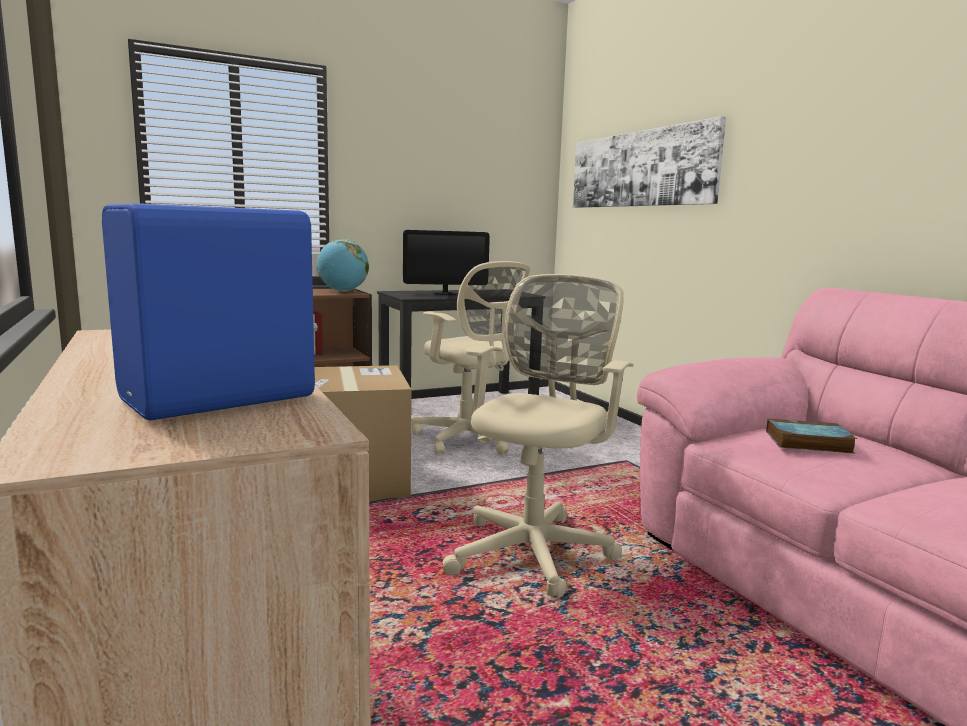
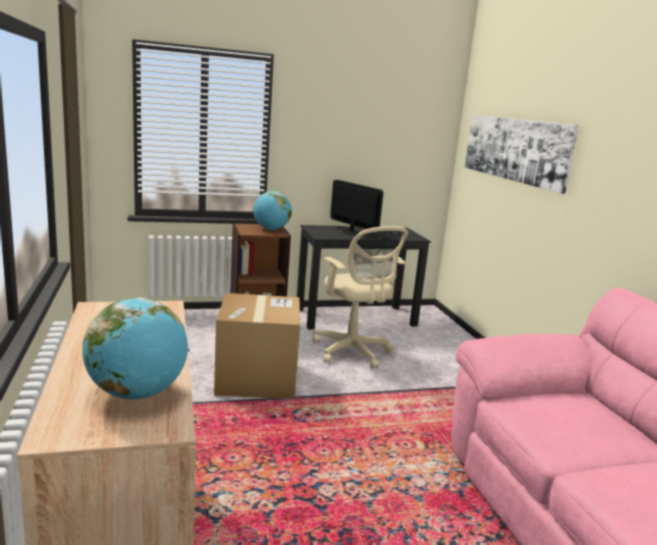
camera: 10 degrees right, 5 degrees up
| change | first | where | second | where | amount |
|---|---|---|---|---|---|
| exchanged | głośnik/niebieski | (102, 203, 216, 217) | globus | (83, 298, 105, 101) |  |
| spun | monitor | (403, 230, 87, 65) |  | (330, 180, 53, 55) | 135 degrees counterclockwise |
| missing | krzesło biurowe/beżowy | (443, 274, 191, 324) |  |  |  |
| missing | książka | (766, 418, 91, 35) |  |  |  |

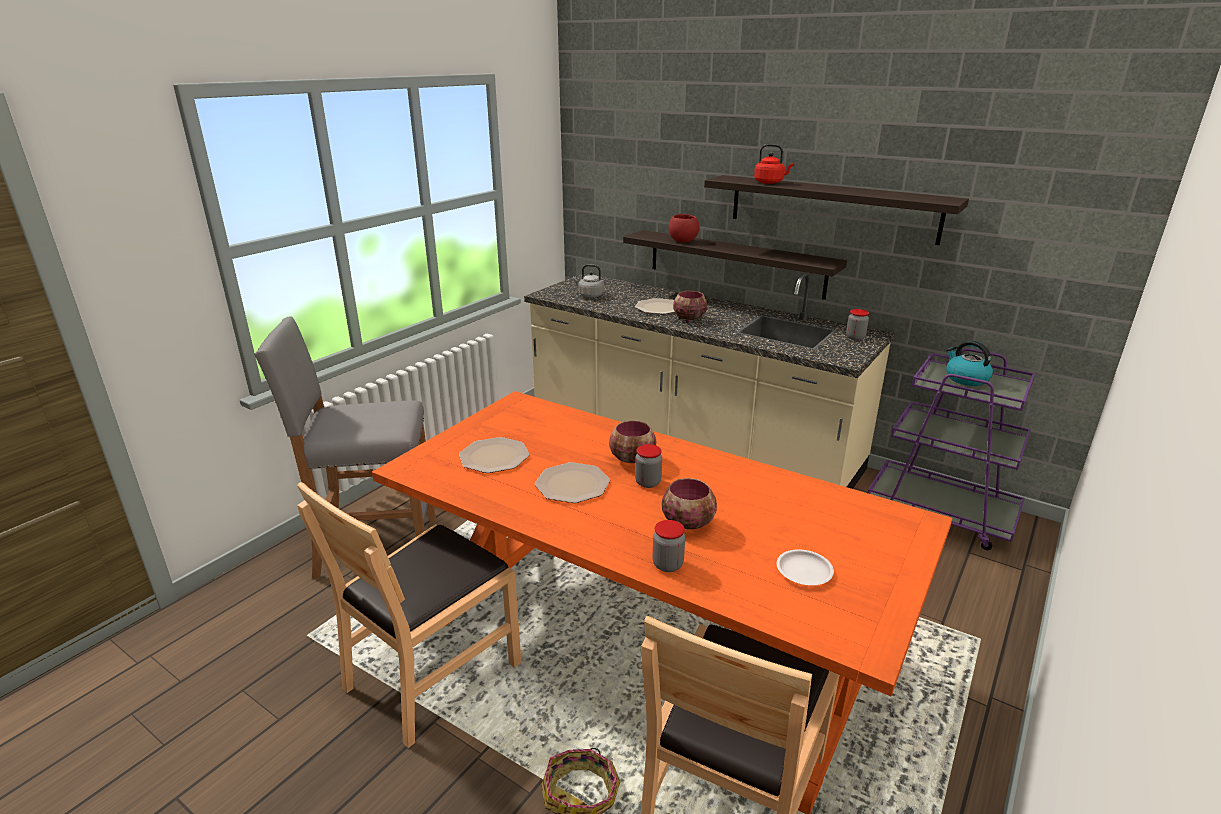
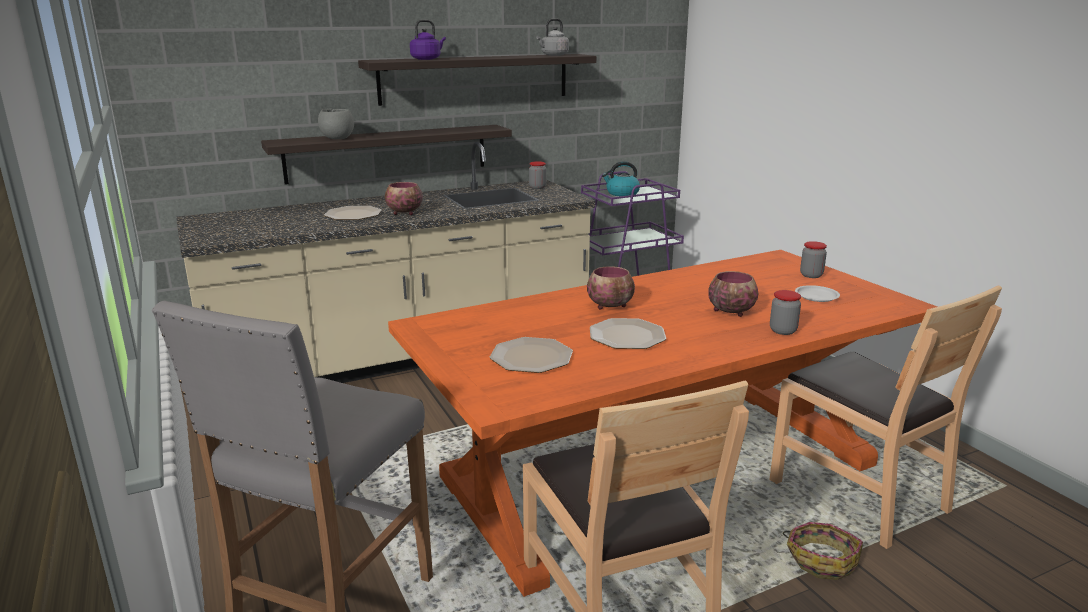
camera: 60 degrees left, 5 degrees down
| change | first | where | second | where | amount |
|---|---|---|---|---|---|
| relocated | czajnik/szary | (573, 264, 31, 34) |  | (536, 18, 33, 38) |  |
| relocated | słoik | (635, 444, 27, 44) |  | (800, 241, 27, 37) |  |
| colour | miska/czerwony | (669, 214, 30, 28) | miska/szary | (318, 109, 36, 30) |  |
| colour | czajnik/czerwony | (754, 144, 40, 40) | czajnik/fioletowy | (410, 20, 36, 40) |  |

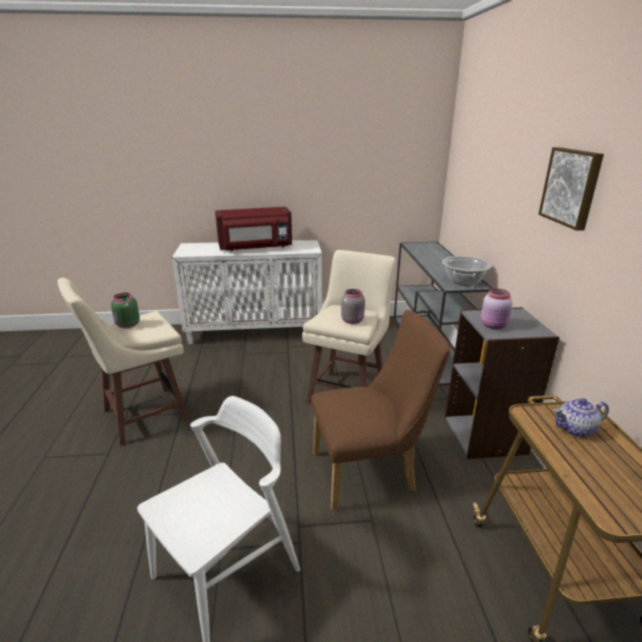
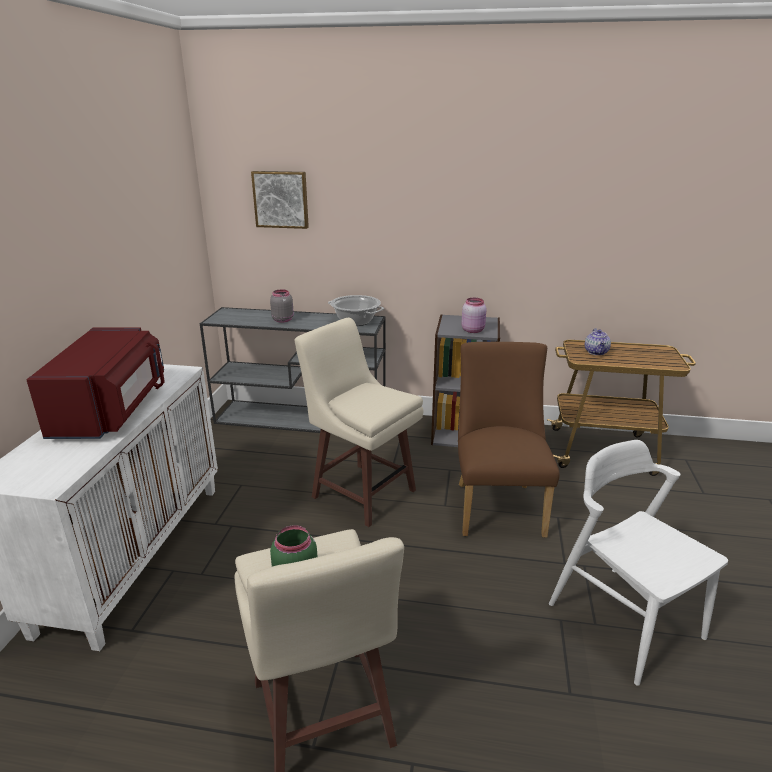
camera: 75 degrees left, 0 degrees up
| change | first | where | second | where | amount |
|---|---|---|---|---|---|
| relocated | słoik/szary | (341, 289, 24, 35) |  | (270, 289, 24, 34) |  |
| relocated | obraz | (538, 147, 66, 84) |  | (251, 171, 58, 58) |  |

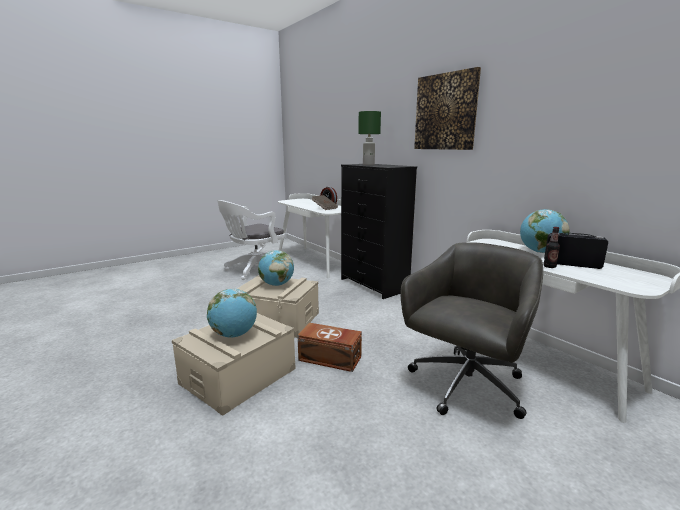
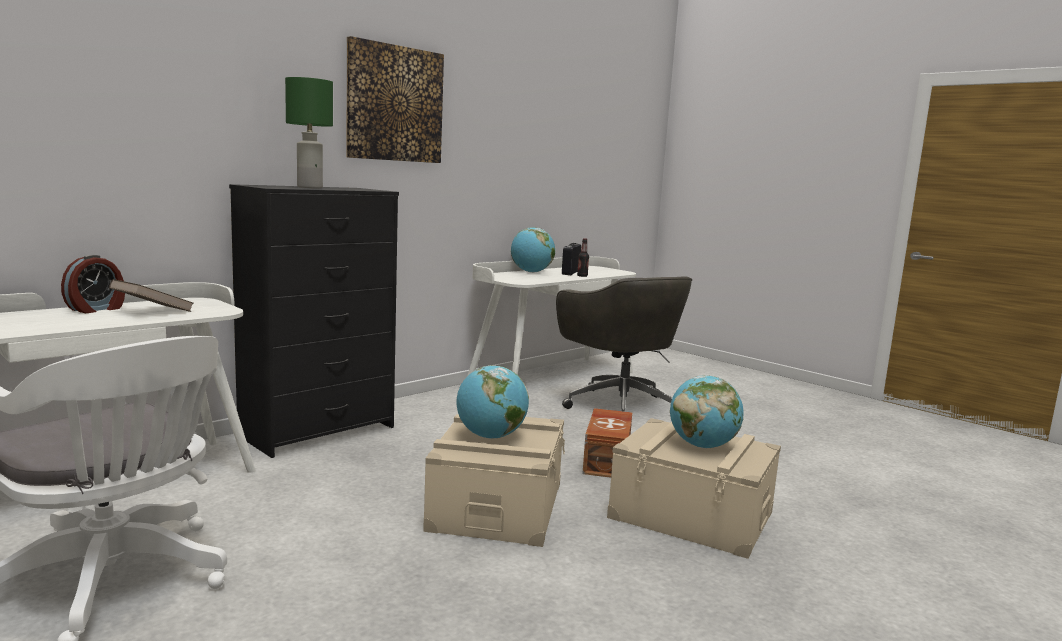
camera: 100 degrees left, 5 degrees down
| change | first | where | second | where | amount |
|---|---|---|---|---|---|
| spun | krzesło biurowe/szary | (400, 242, 143, 177) |  | (556, 276, 136, 136) | 150 degrees counterclockwise |

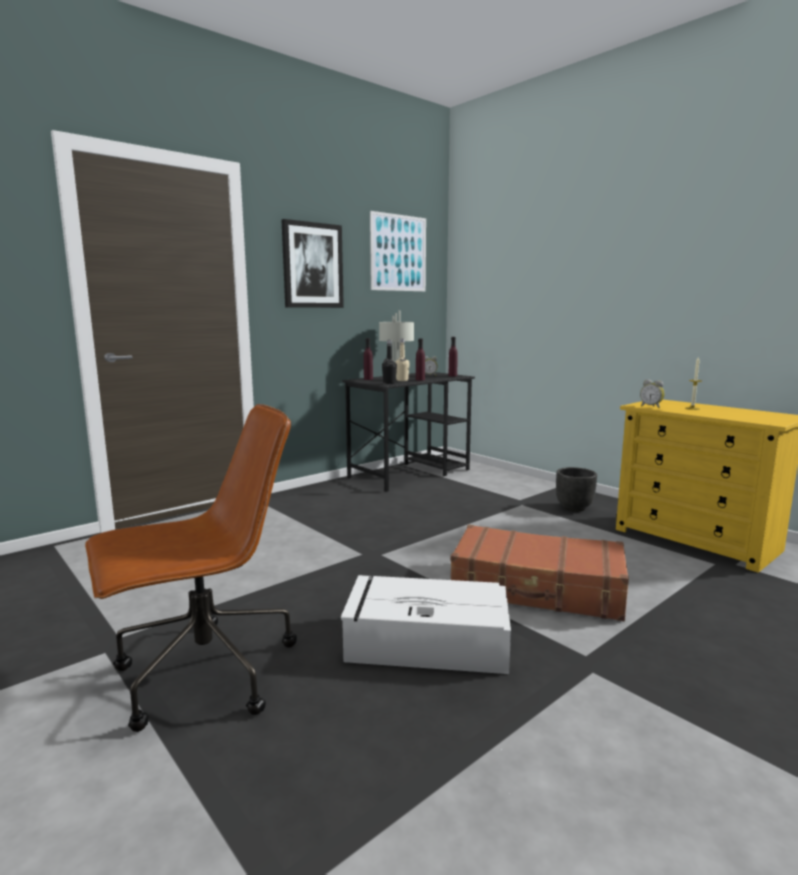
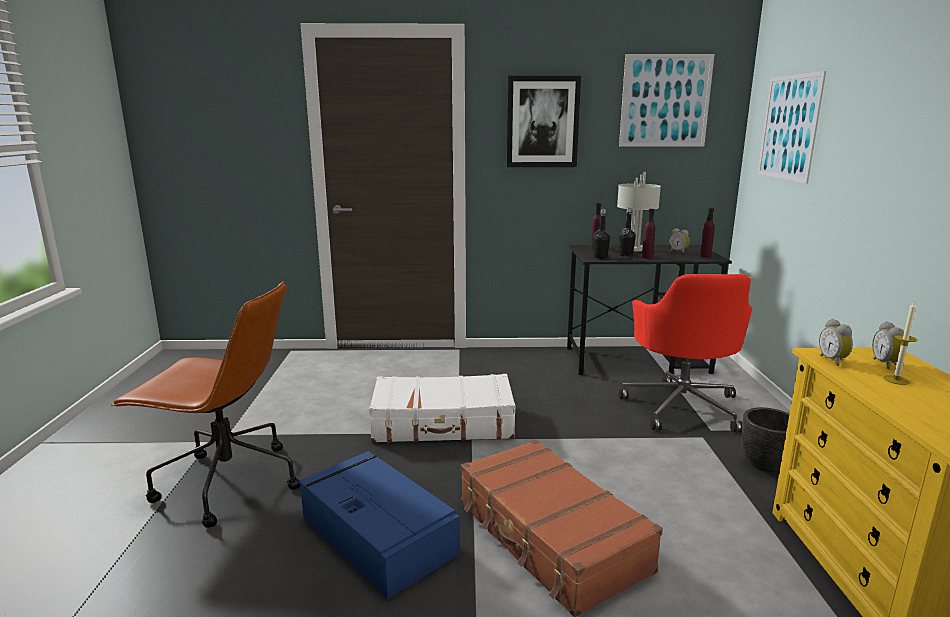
camera: 40 degrees right, 5 degrees up
| change | first | where | second | where | amount |
|---|---|---|---|---|---|
| colour | pojemnik do przechowywania/biały | (341, 575, 170, 99) | pojemnik do przechowywania/niebieski | (299, 451, 161, 148) |  |
| colour | butelka/beżowy | (396, 339, 14, 42) | butelka/czarny | (619, 207, 17, 50) |  |
| appeared |  |  | walizka/biały | (369, 374, 147, 69) |  |
| appeared |  |  | krzesło biurowe/czerwony | (619, 274, 133, 158) |  |
| appeared |  |  | obraz | (758, 71, 68, 113) |  |
| appeared |  |  | budzik | (872, 321, 32, 48) |  |

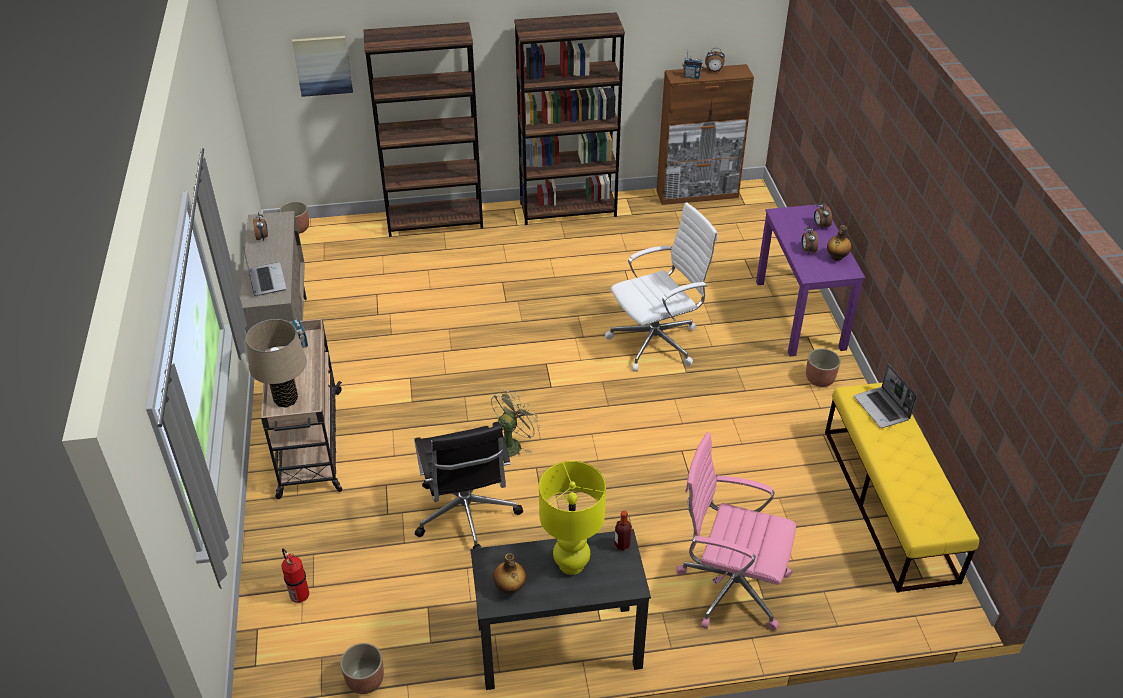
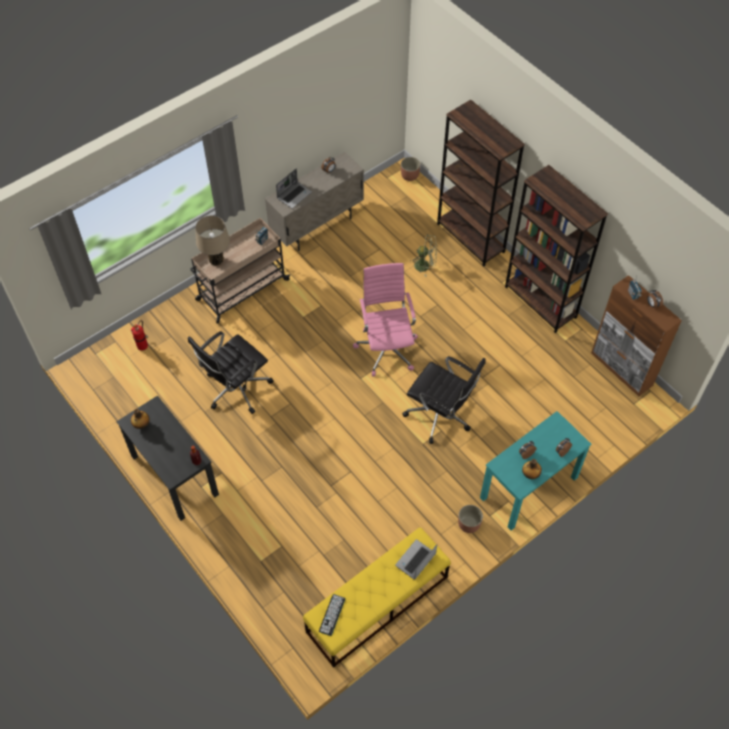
camera: 60 degrees right, 15 degrees up
| change | first | where | second | where | amount |
|---|---|---|---|---|---|
| missing | obraz | (292, 36, 61, 61) |  |  |  |
| missing | donica | (340, 643, 44, 51) |  |  |  |
| relocated | wentylator/zielony | (491, 389, 49, 68) |  | (410, 234, 27, 43) |  |
| missing | lampa stołowa/żółty | (539, 461, 67, 114) |  |  |  |
| colour | krzesło biurowe/biały | (605, 202, 113, 170) | krzesło biurowe/czarny | (402, 356, 84, 88) |  |
| relocated | krzesło biurowe/różowy | (676, 432, 120, 199) |  | (353, 263, 65, 114) |  |
| colour | biurko/fioletowy | (756, 204, 109, 152) | biurko/turkusowy | (480, 411, 112, 119) |  |
| appeared |  |  | klawiatura | (319, 594, 26, 42) |  |

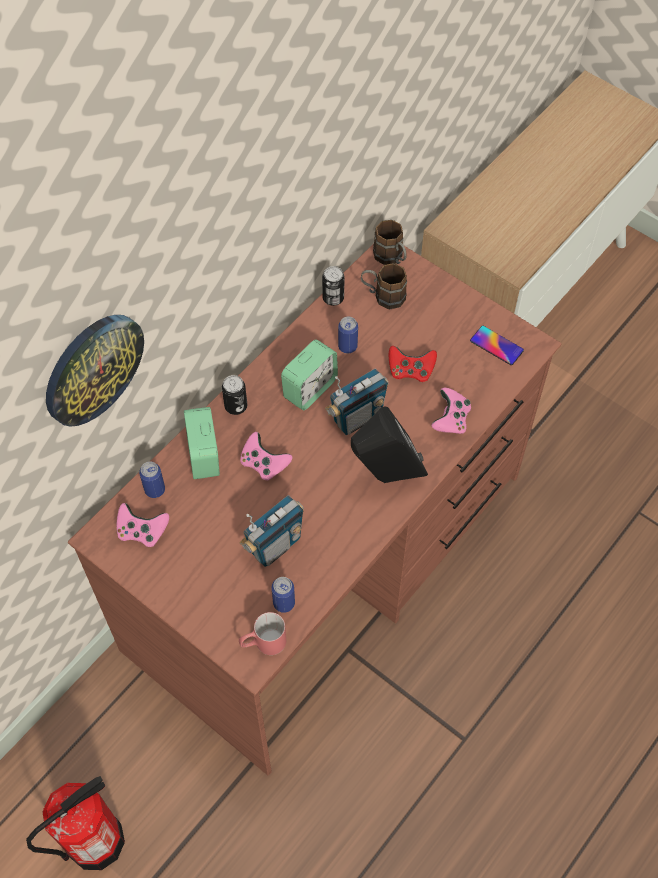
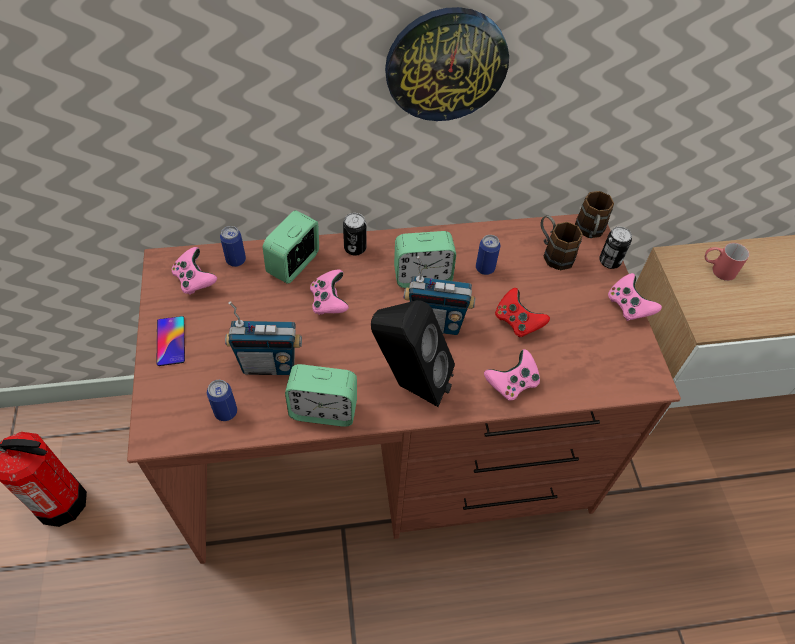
camera: 40 degrees right, 5 degrees down
| change | first | where | second | where | amount |
|---|---|---|---|---|---|
| relocated | zegar ścienny | (46, 315, 98, 112) |  | (385, 7, 124, 114) |  |
| relocated | kubek/czerwony | (239, 612, 47, 43) |  | (705, 243, 44, 38) |  |
| relocated | puszka | (322, 266, 23, 40) |  | (599, 227, 33, 42) |  |
| relocated | telefon | (470, 326, 54, 39) |  | (156, 316, 29, 50) |  |
| appeared |  |  | budzik | (285, 364, 72, 63) |  |
| appeared |  |  | pad do gier/różowy | (608, 273, 54, 48) |  |

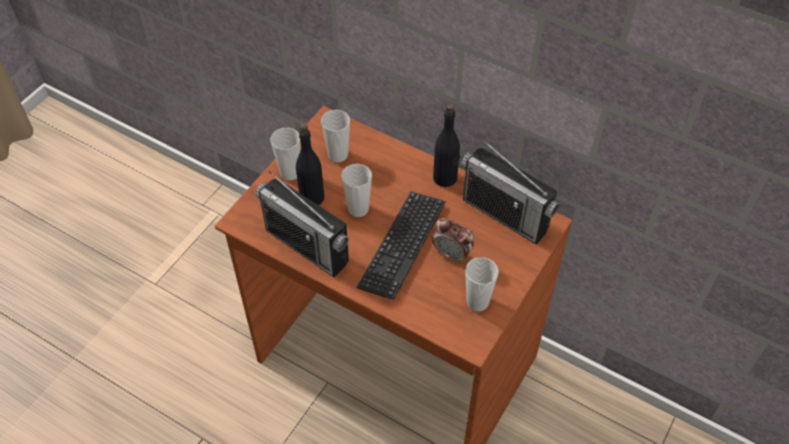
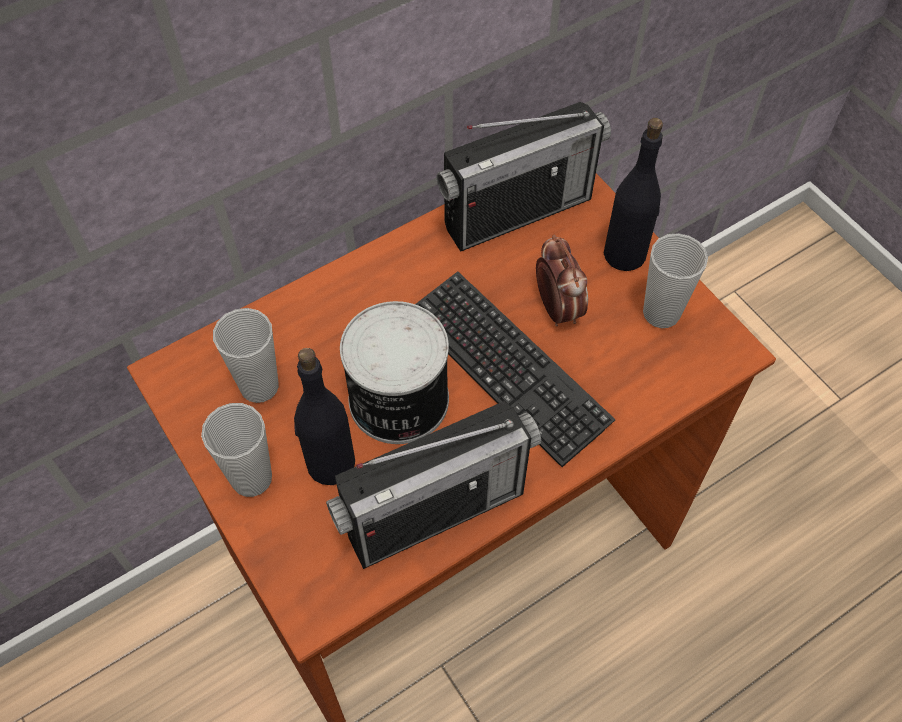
camera: 65 degrees left, 5 degrees up
| change | first | where | second | where | amount |
|---|---|---|---|---|---|
| exchanged | filiżanka | (341, 164, 31, 53) | puszka | (340, 301, 109, 143) |  |
| spun | budzik | (432, 218, 42, 45) |  | (536, 234, 52, 92) | 75 degrees counterclockwise |
| relocated | butelka/czarny | (433, 103, 27, 84) |  | (603, 118, 60, 153) |  |

